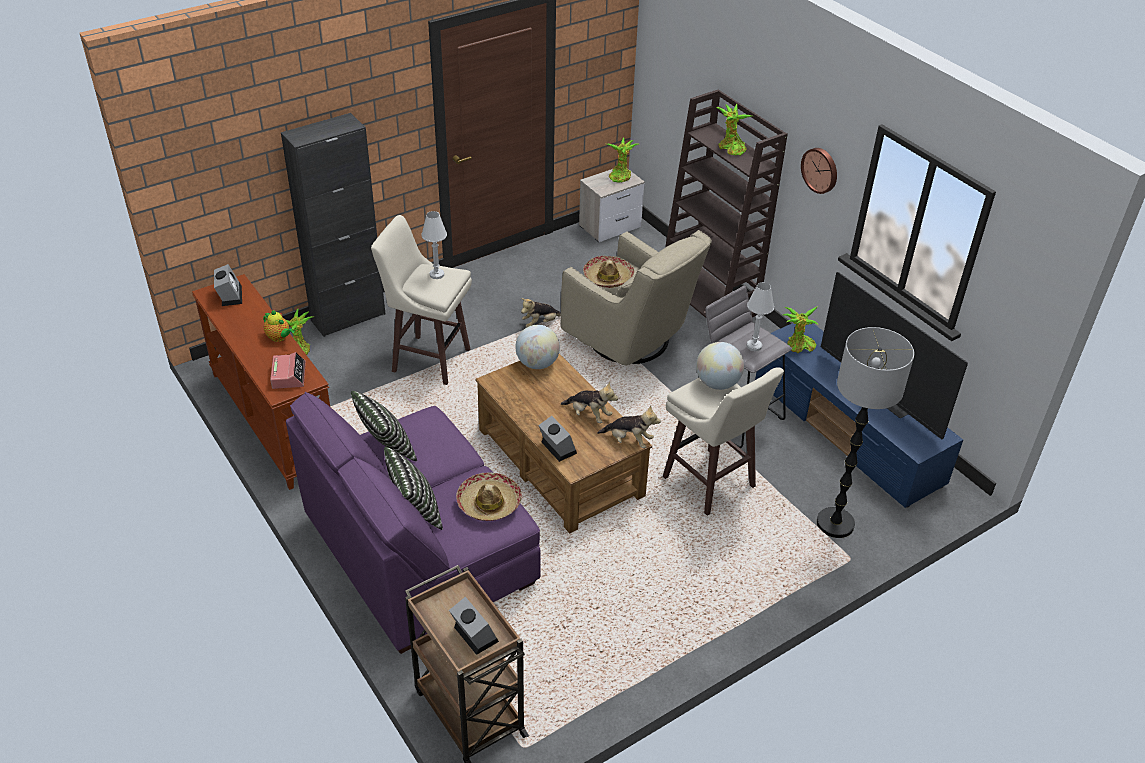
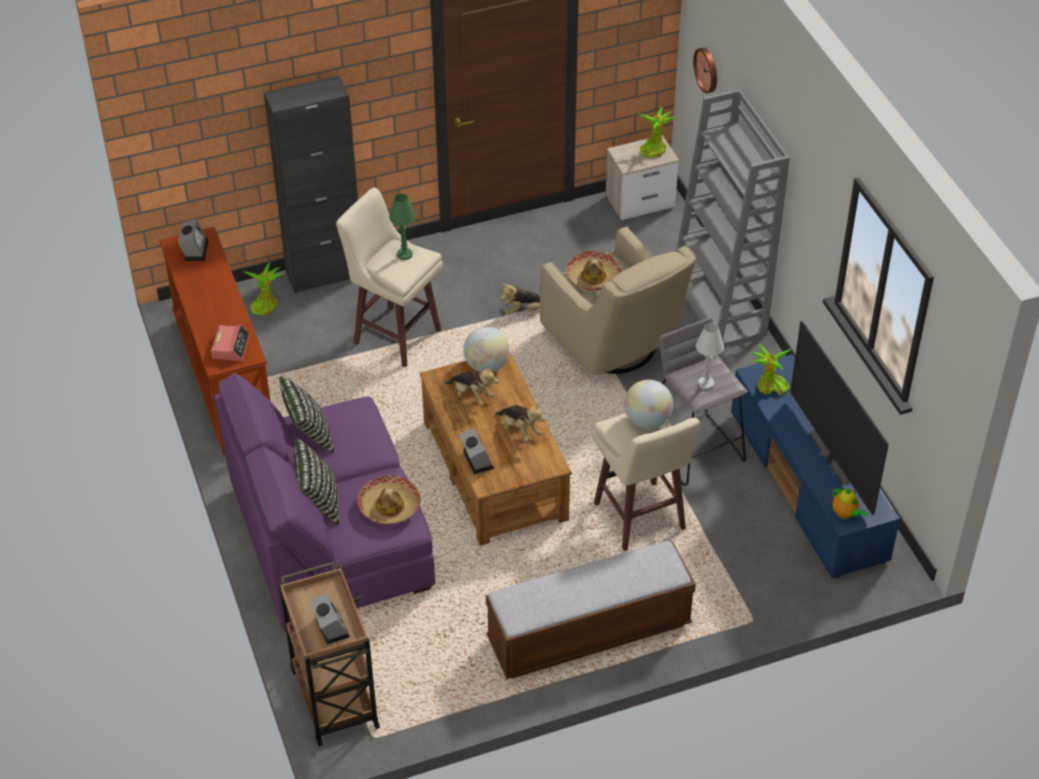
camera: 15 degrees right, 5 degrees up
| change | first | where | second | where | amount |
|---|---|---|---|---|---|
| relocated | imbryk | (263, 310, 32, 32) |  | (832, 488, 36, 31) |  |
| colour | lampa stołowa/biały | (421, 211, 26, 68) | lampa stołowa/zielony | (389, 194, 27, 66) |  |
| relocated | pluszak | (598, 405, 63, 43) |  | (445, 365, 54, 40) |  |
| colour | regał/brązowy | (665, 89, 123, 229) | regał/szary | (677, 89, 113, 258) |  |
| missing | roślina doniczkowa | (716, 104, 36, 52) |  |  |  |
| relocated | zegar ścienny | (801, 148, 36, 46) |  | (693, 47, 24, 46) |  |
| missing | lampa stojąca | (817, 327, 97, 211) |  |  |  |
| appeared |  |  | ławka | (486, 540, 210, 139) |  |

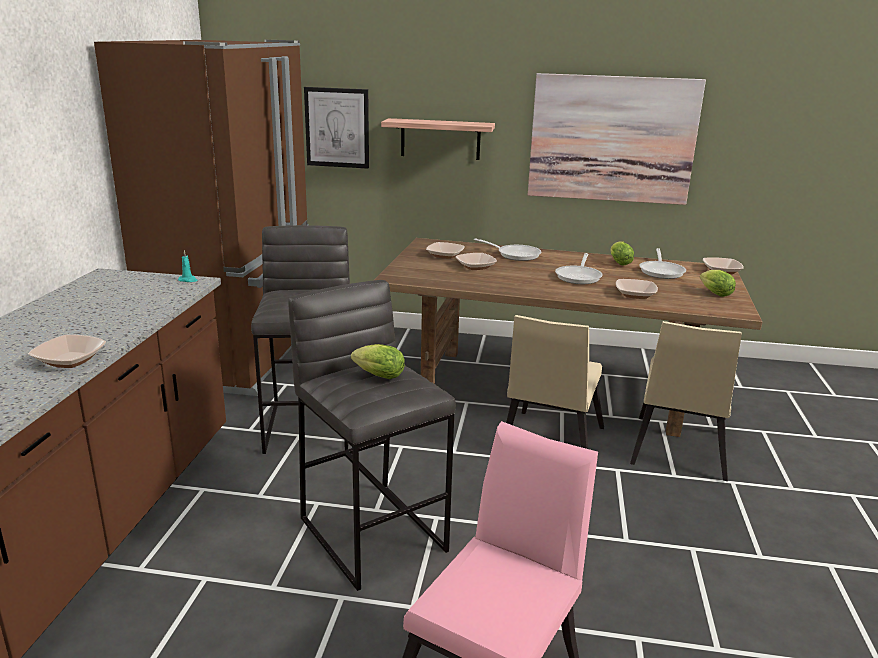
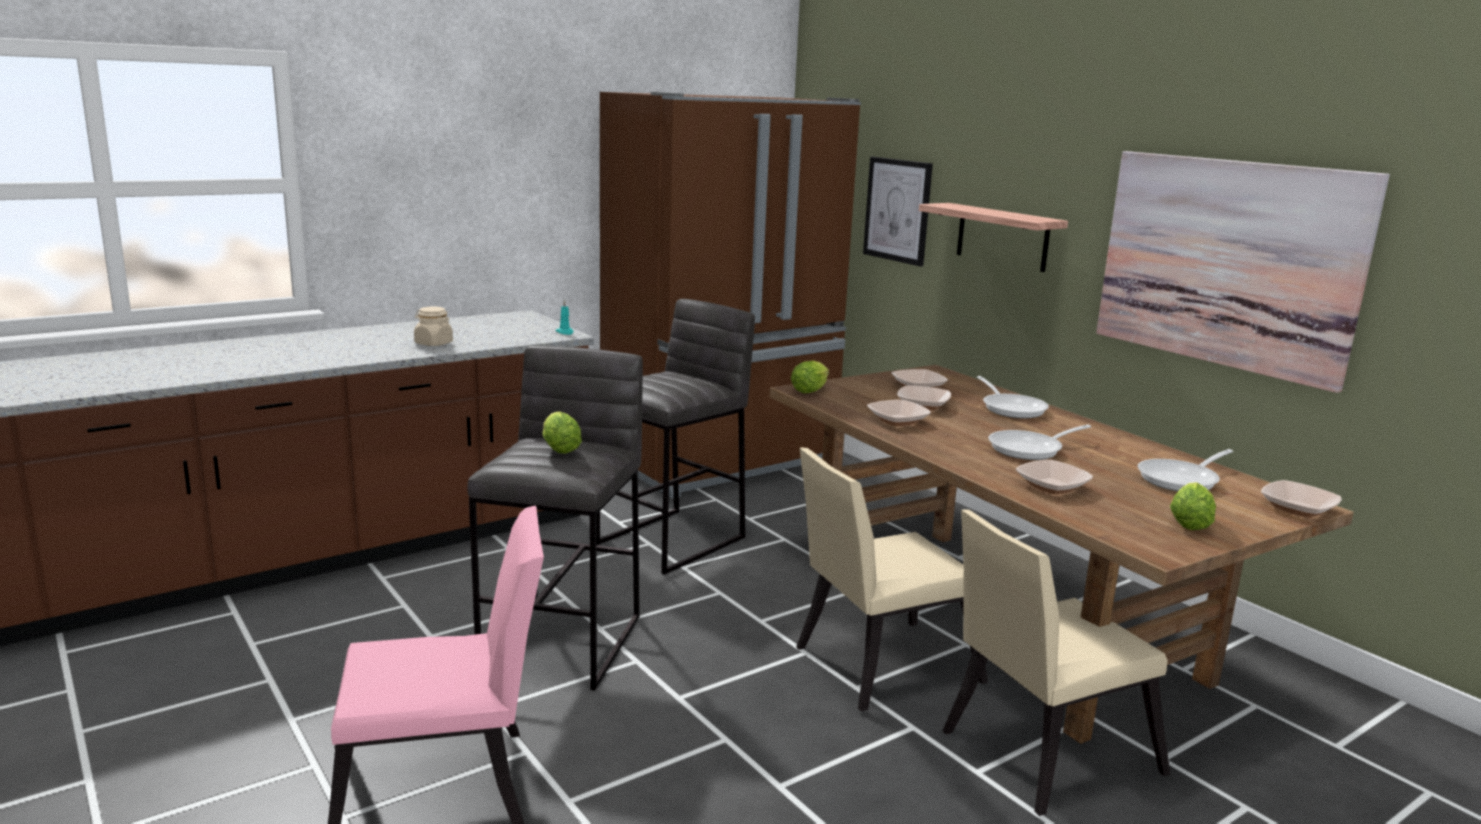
camera: 45 degrees right, 5 degrees down
| change | first | where | second | where | amount |
|---|---|---|---|---|---|
| relocated | miska | (28, 335, 78, 33) |  | (867, 400, 64, 26) |  |
| relocated | sałata | (611, 241, 23, 25) |  | (791, 361, 38, 32) |  |
| appeared |  |  | słoik/beżowy | (414, 307, 39, 39) |  |

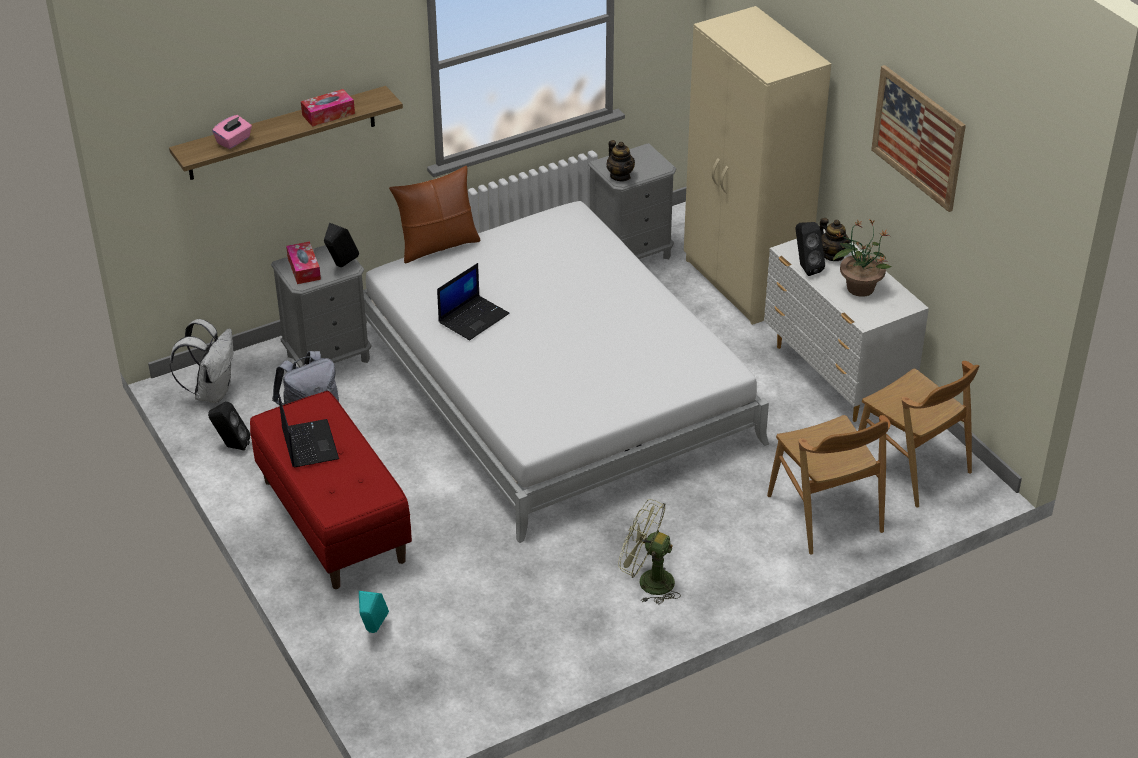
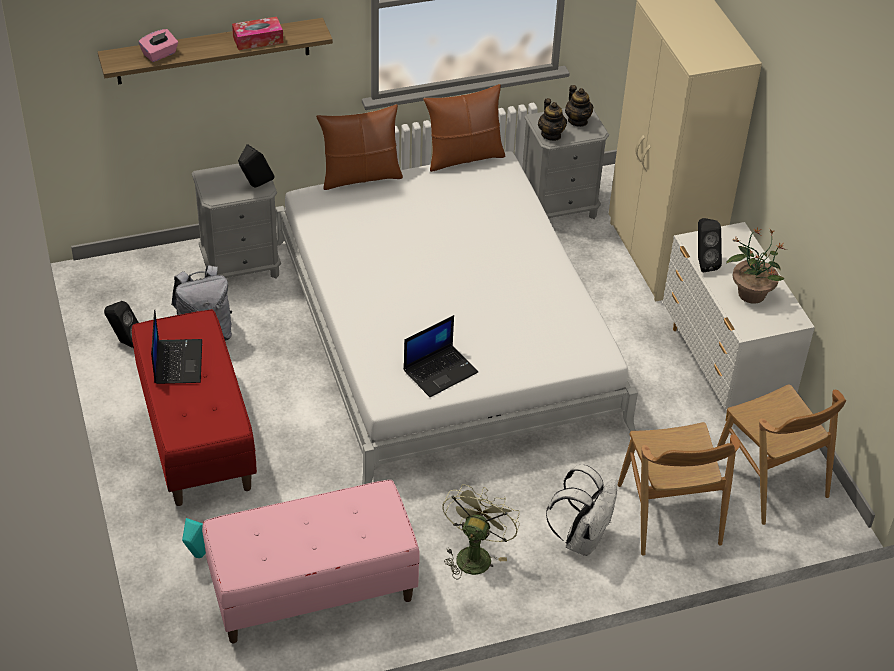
camera: 10 degrees right, 5 degrees up
| change | first | where | second | where | amount |
|---|---|---|---|---|---|
| relocated | plecak/biały | (170, 319, 63, 85) |  | (546, 464, 72, 92) |  |
| missing | pudełko chusteczek | (286, 241, 35, 43) |  |  |  |
| relocated | laptop | (437, 263, 72, 77) |  | (404, 315, 74, 82) |  |
| spun | wentylator/zielony | (618, 499, 63, 105) |  | (442, 484, 78, 96) | 75 degrees clockwise |
| relocated | imbryk | (820, 218, 31, 43) |  | (565, 85, 28, 42) |  |
| missing | obraz | (871, 65, 95, 147) |  |  |  |
| appeared |  |  | ławka/różowy | (202, 480, 218, 163) |  |
| appeared |  |  | poduszka/brązowy | (423, 84, 82, 88) |  |

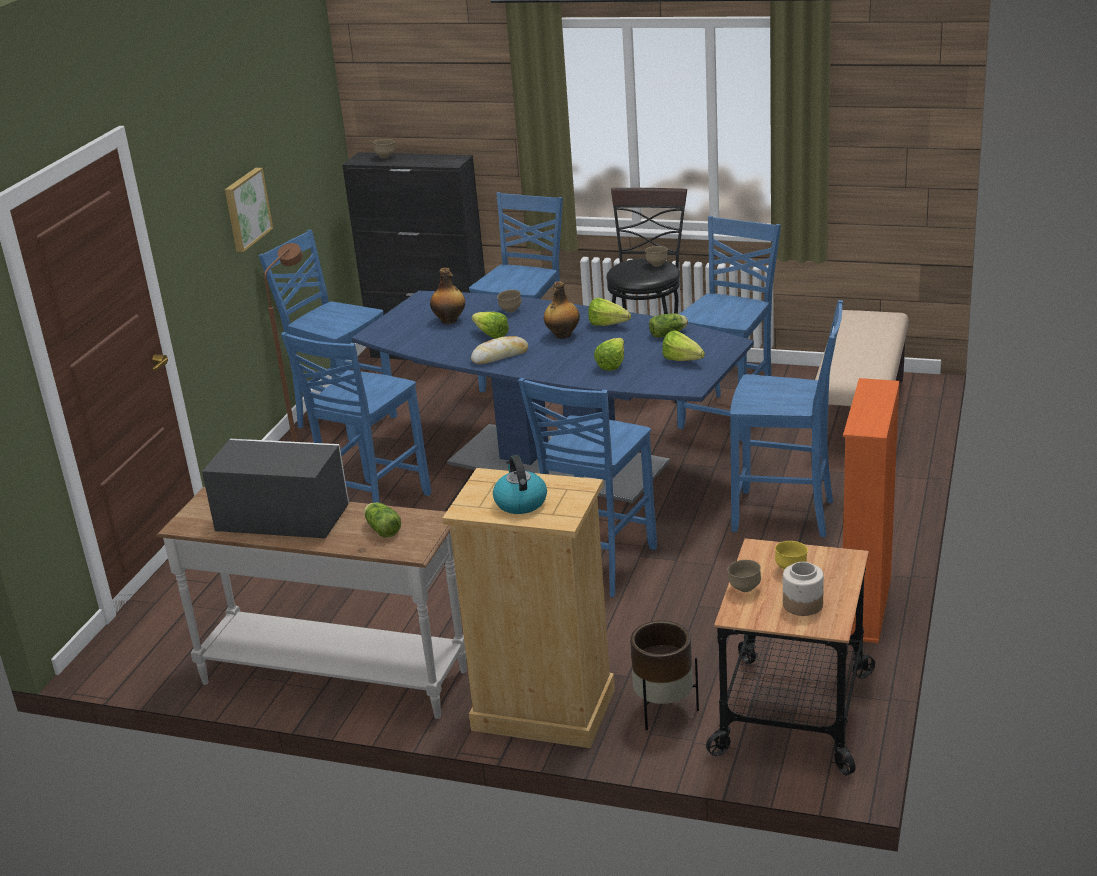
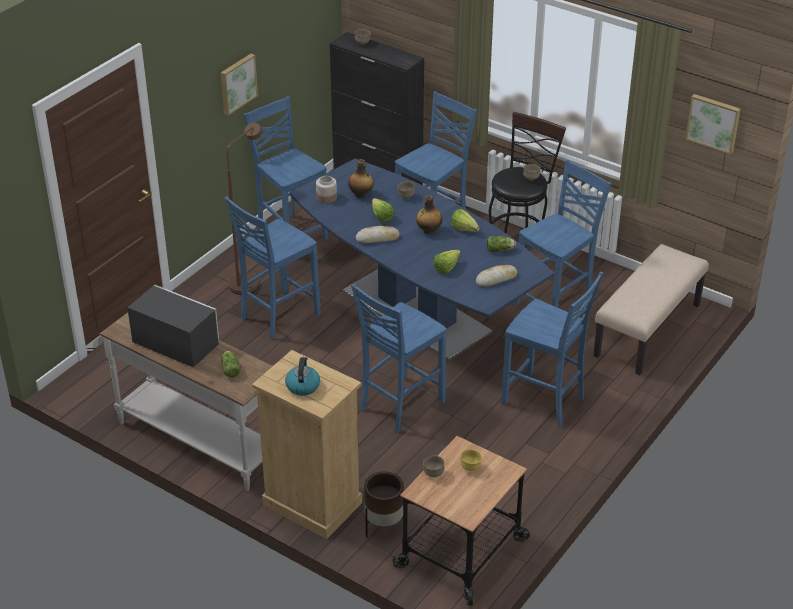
camera: 15 degrees right, 10 degrees up
| change | first | where | second | where | amount |
|---|---|---|---|---|---|
| exchanged | sałata | (662, 331, 43, 30) | chleb | (476, 265, 41, 22) |  |
| relocated | słoik | (783, 562, 41, 54) |  | (316, 176, 21, 28) |  |
| missing | regał/pomarańczowy | (843, 378, 57, 265) |  |  |  |
| appeared |  |  | obraz | (686, 94, 54, 60) |  |

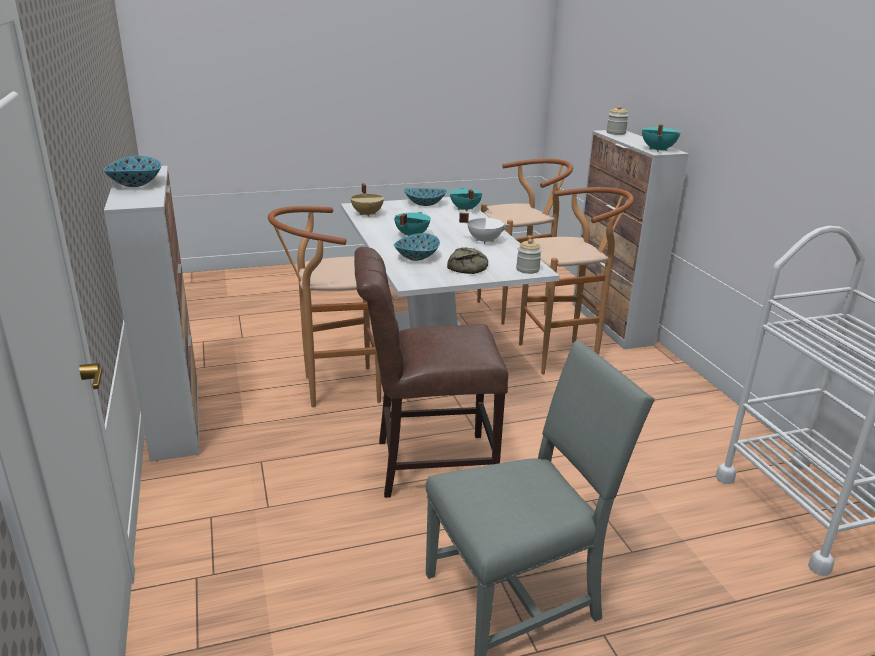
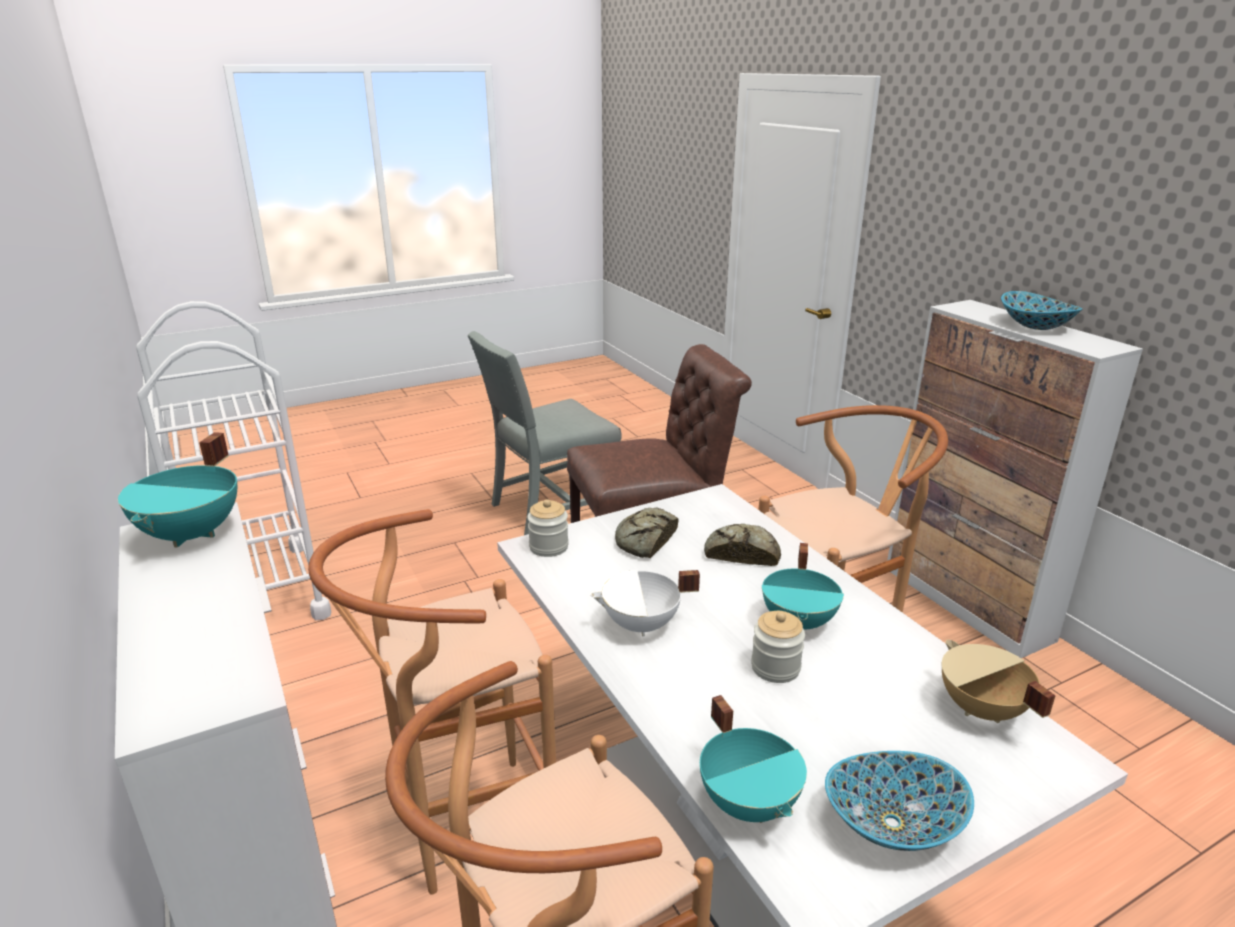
camera: 170 degrees right, 0 degrees up
| change | first | where | second | where | amount |
|---|---|---|---|---|---|
| exchanged | miska | (394, 233, 46, 28) | chleb | (704, 524, 77, 42) |  |
| relocated | słoik | (607, 106, 22, 29) |  | (751, 611, 54, 72) |  |

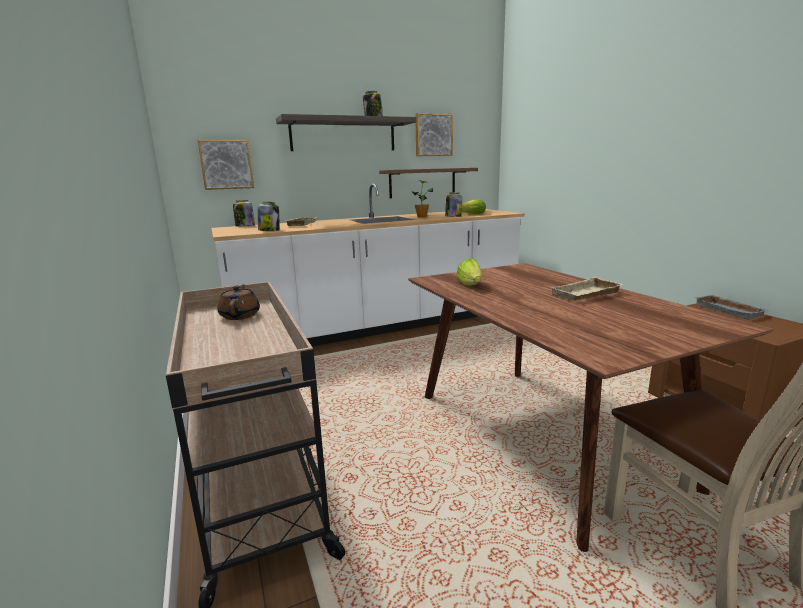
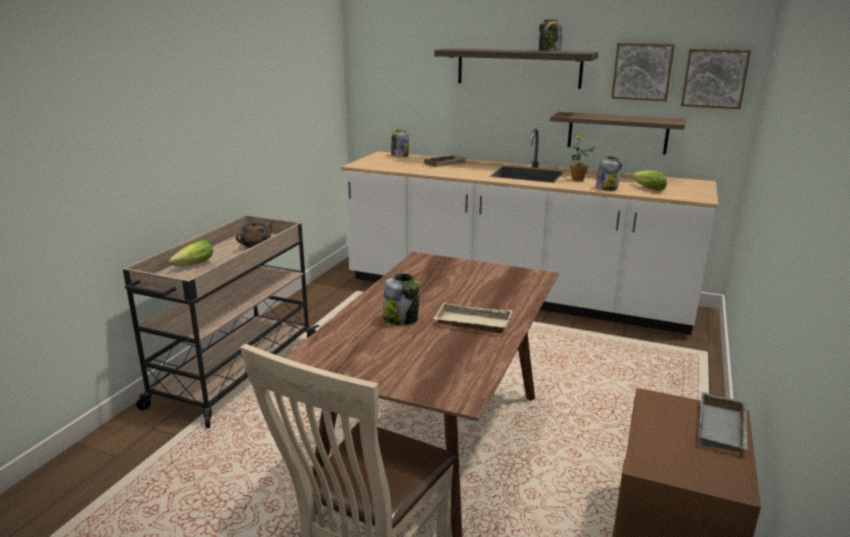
camera: 45 degrees right, 5 degrees up
| change | first | where | second | where | amount |
|---|---|---|---|---|---|
| relocated | obraz | (198, 140, 56, 50) |  | (681, 49, 70, 60) |  |
| relocated | słoik | (257, 202, 23, 29) |  | (383, 273, 37, 52) |  |
| relocated | sałata | (456, 258, 26, 28) |  | (168, 240, 45, 26) |  |

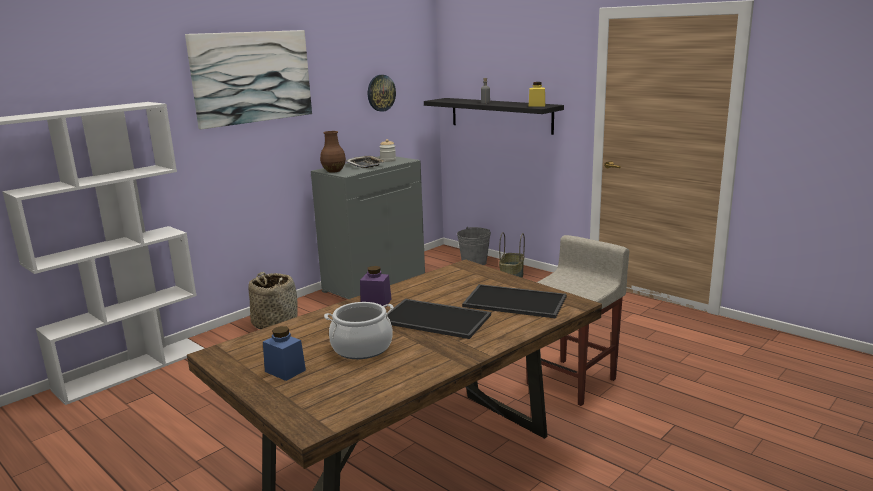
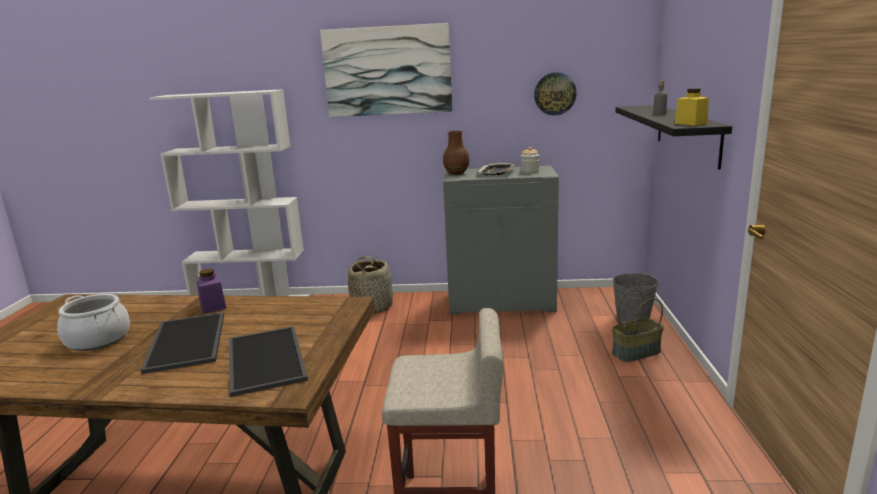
camera: 50 degrees right, 0 degrees up
| change | first | where | second | where | amount |
|---|---|---|---|---|---|
| missing | słoik/niebieski | (263, 326, 43, 55) |  |  |  |

